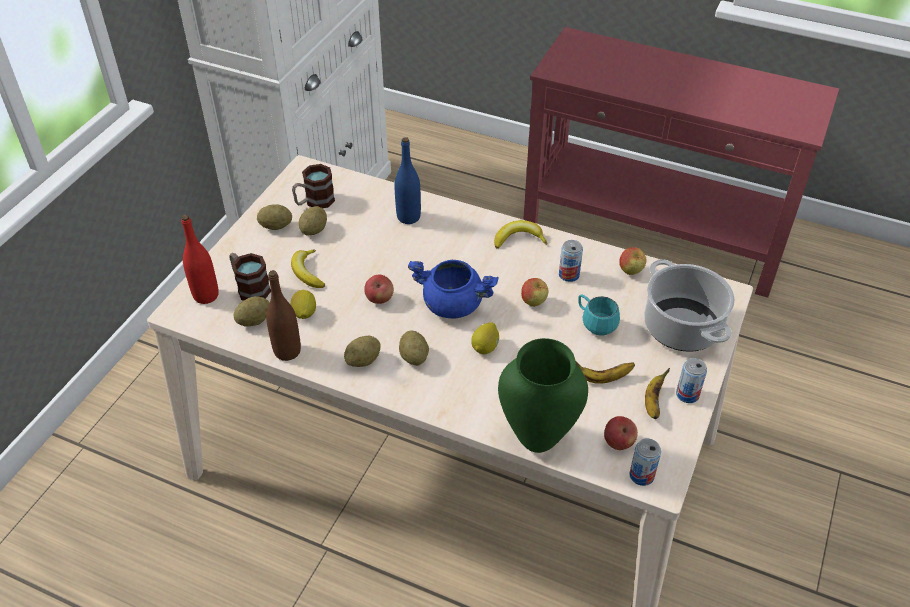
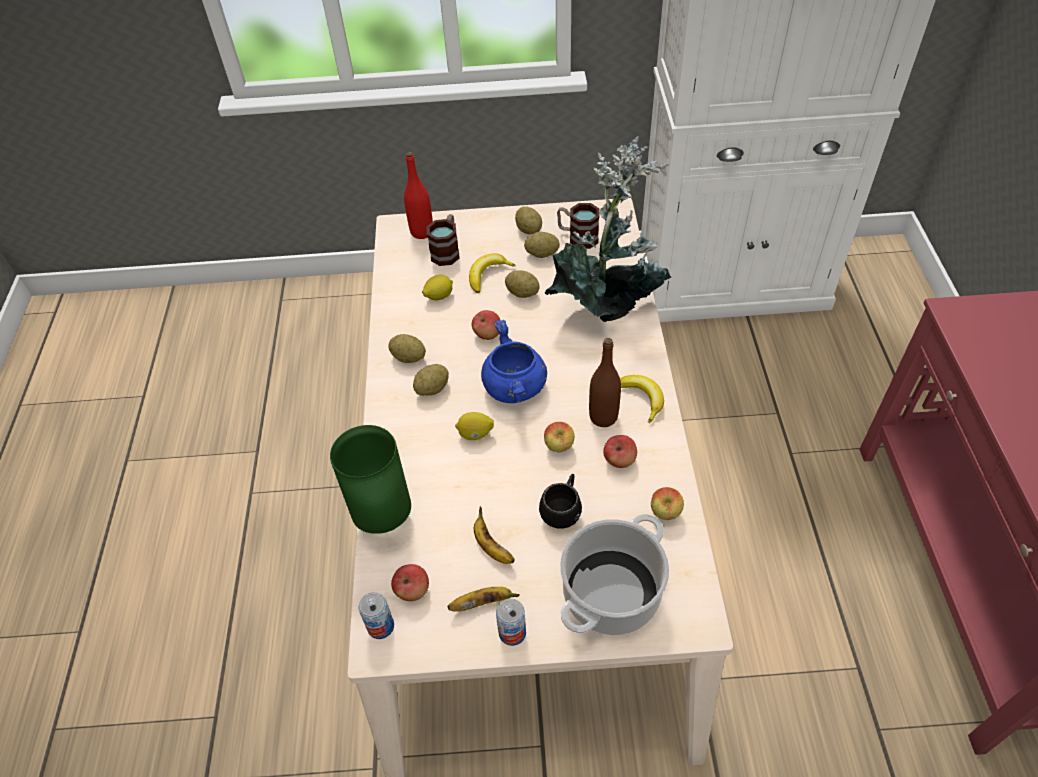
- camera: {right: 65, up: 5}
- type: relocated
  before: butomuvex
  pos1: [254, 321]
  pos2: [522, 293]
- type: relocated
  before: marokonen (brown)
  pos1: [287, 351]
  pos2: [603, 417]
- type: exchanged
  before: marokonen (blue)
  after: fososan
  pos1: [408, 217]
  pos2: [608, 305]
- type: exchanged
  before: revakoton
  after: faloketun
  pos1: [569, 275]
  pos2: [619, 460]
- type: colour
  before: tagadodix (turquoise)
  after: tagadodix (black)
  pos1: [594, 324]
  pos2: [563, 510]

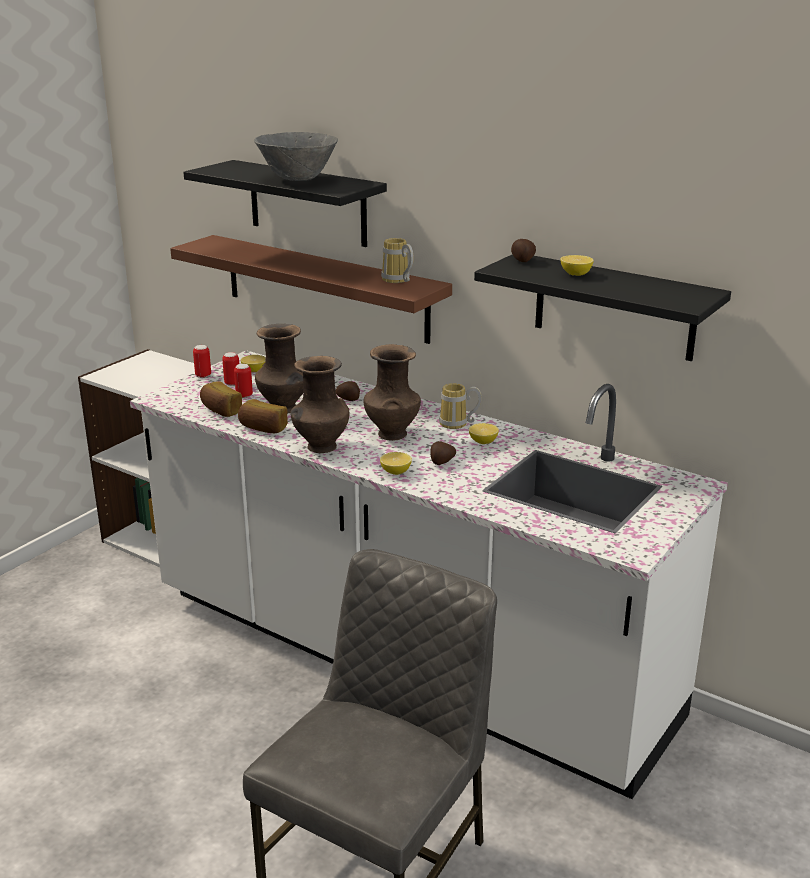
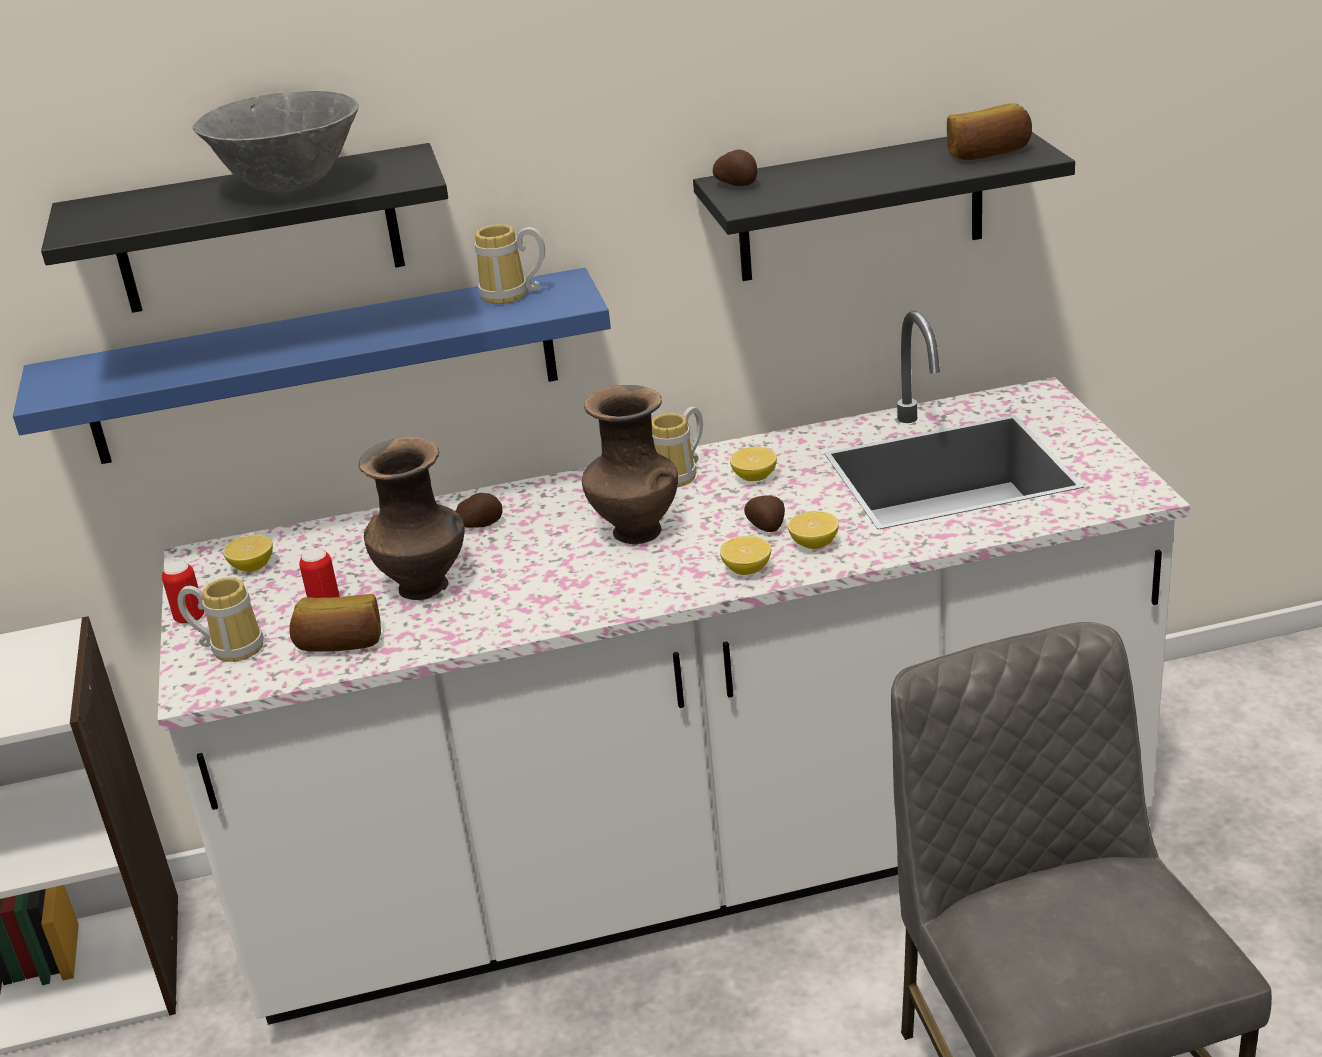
- camera: {right: -45, up: 5}
- type: colour
  before: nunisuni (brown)
  after: nunisuni (blue)
  pos1: [325, 288]
  pos2: [323, 368]
- type: missing
  before: revakoton
  pos1: [232, 383]
- type: relocated
  before: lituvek
  pos1: [263, 428]
  pos2: [989, 153]
- type: missing
  before: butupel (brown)
  pos1: [320, 447]
- type: relocated
  before: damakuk
  pos1: [575, 274]
  pos2: [814, 544]
- type: appeared
  after: tagadodix
  pos2: [232, 647]

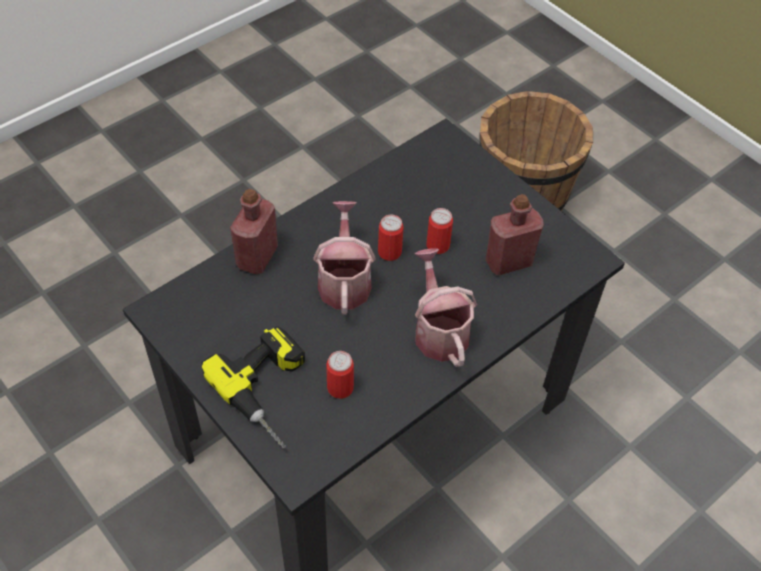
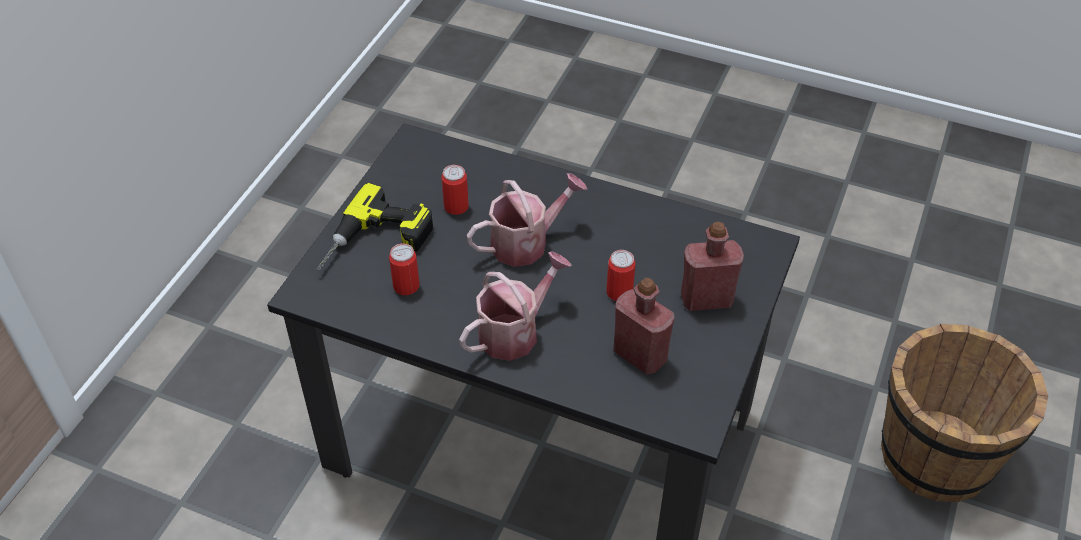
- camera: {right: 65, up: -5}
- type: relocated
  before: marokonen (red)
  pos1: [257, 257]
  pos2: [706, 299]
- type: relocated
  before: revakoton
  pos1: [389, 252]
  pos2: [456, 206]

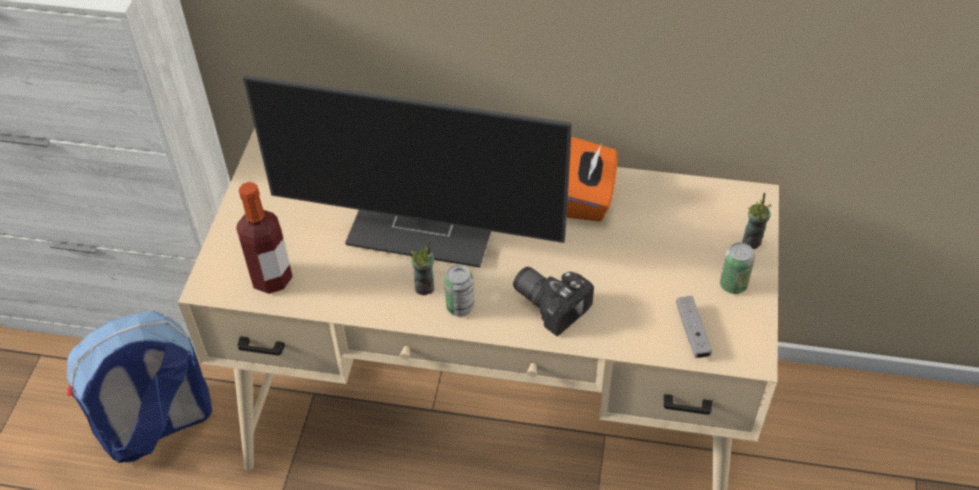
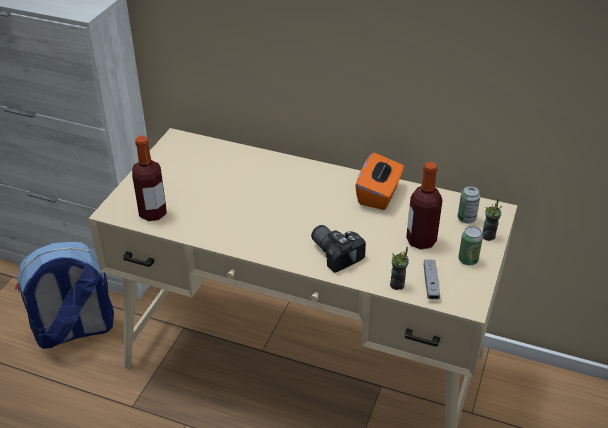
- camera: {right: 10, up: -10}
- type: missing
  before: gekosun
  pos1: [427, 226]
- type: relocated
  before: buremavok
  pos1: [425, 287]
  pos2: [397, 285]
- type: relocated
  before: revakoton
  pos1: [460, 307]
  pos2: [466, 219]
- type: appeared
  after: marokonen
  pos2: [421, 241]

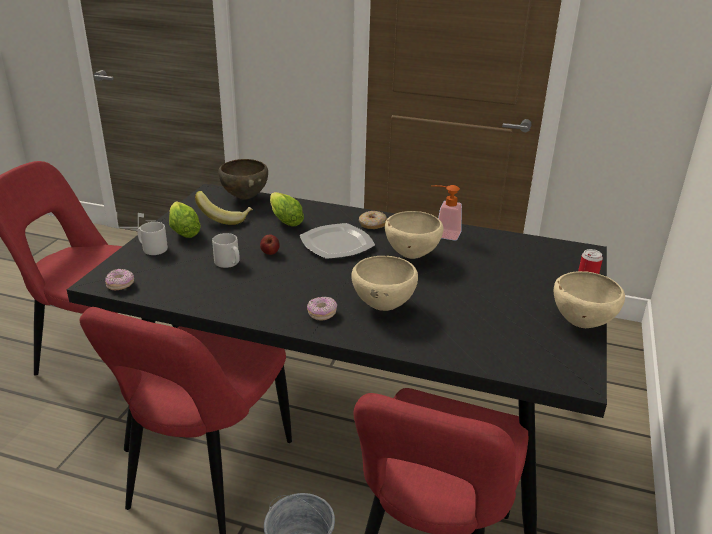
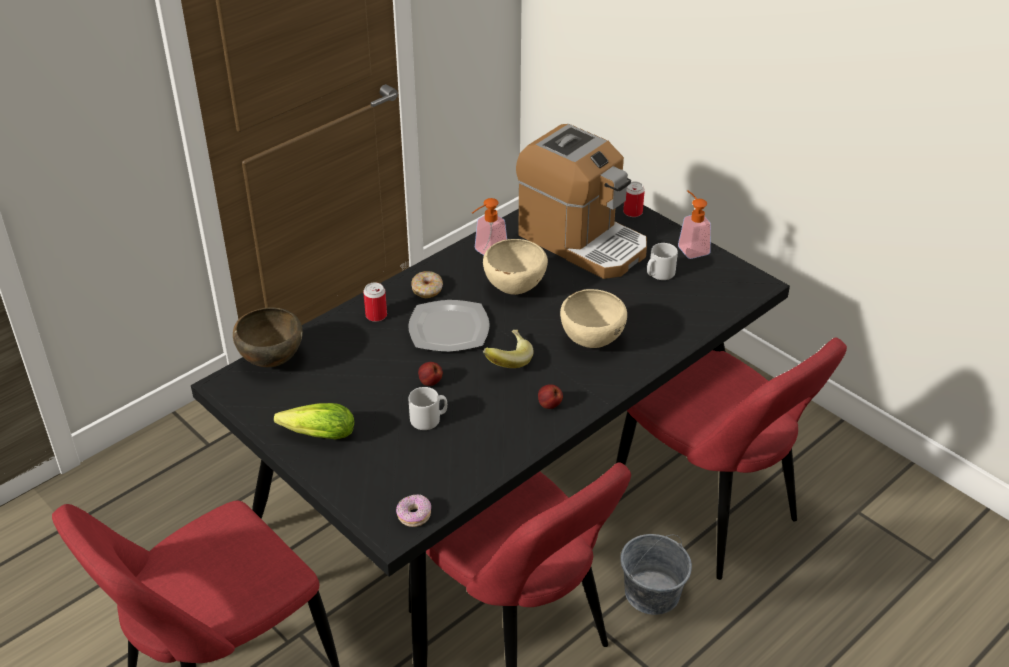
- camera: {right: -60, up: 10}
- type: relocated
  before: tagadodix (grey)
  pos1: [152, 249]
  pos2: [659, 274]
- type: relocated
  before: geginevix
  pos1: [225, 218]
  pos2: [506, 360]
- type: missing
  before: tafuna
  pos1: [284, 219]
- type: missing
  before: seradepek
  pos1: [322, 314]
- type: exchanged
  before: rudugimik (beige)
  after: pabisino
  pos1: [580, 324]
  pos2: [691, 247]
- type: appeared
  after: revakoton
  pos2: [376, 315]
- type: appeared
  after: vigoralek
  pos2: [582, 241]
- type: appeared
  after: faloketun
  pos2: [549, 405]

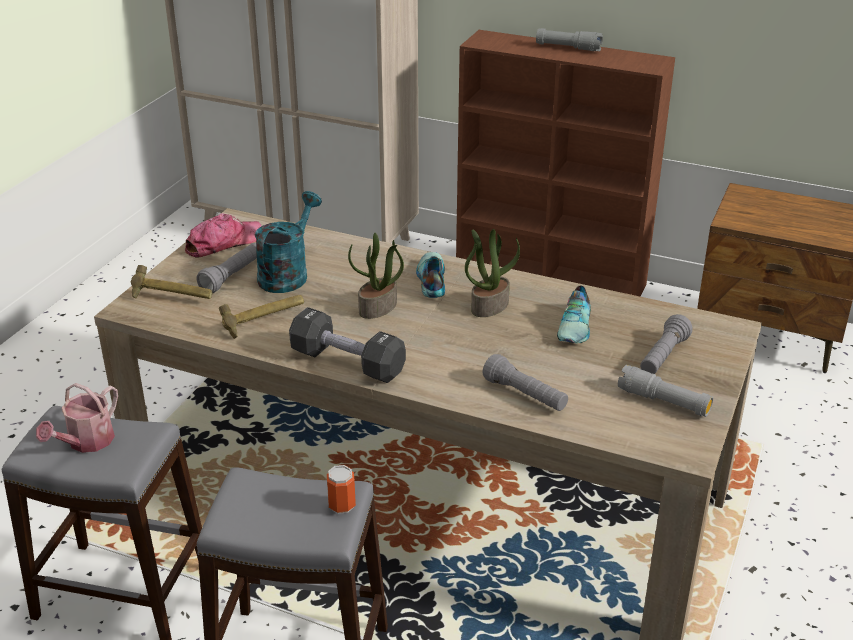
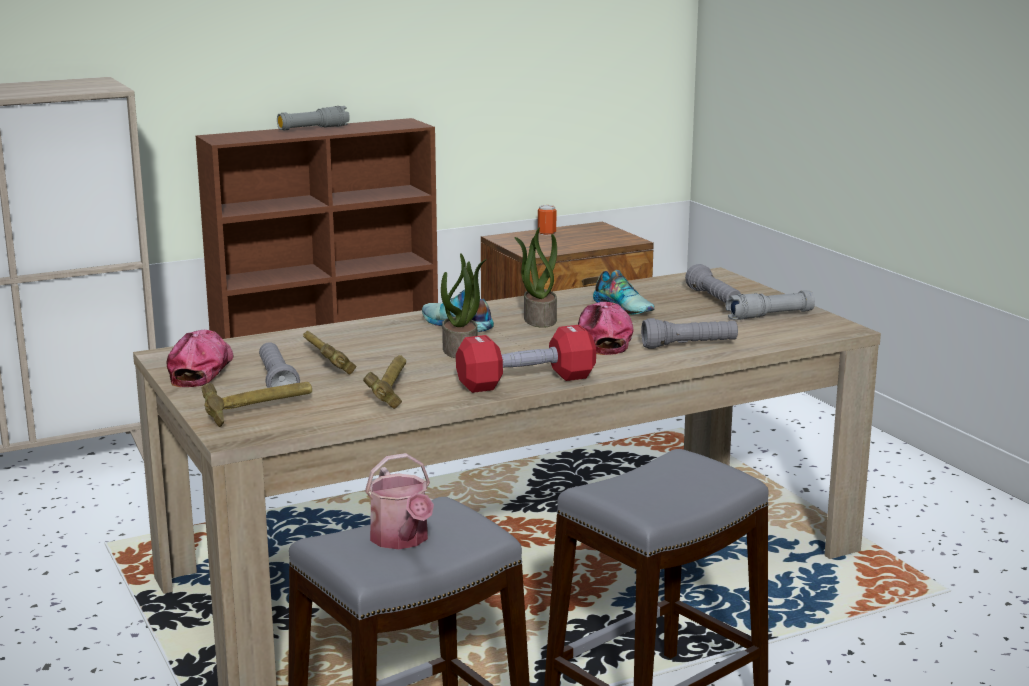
- camera: {right: -50, up: -15}
- type: exchanged
  before: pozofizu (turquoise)
  after: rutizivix
  pos1: [287, 274]
  pos2: [325, 363]
- type: colour
  before: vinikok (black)
  after: vinikok (red)
  pos1: [347, 362]
  pos2: [526, 382]
- type: relocated
  before: revakoton
  pos1: [342, 505]
  pos2: [546, 233]
- type: appeared
  after: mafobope
  pos2: [602, 339]

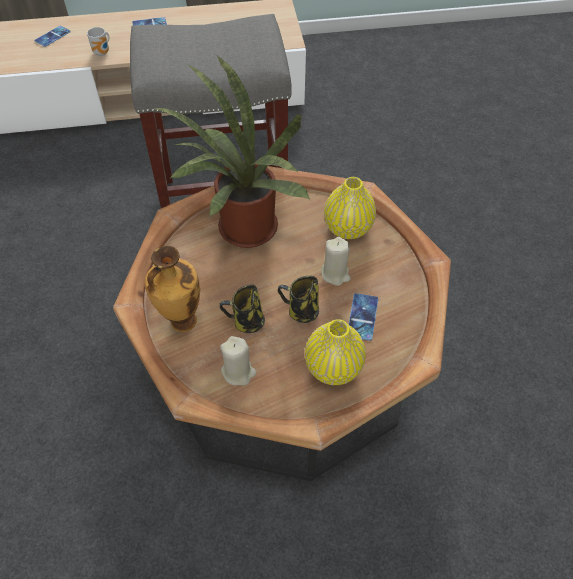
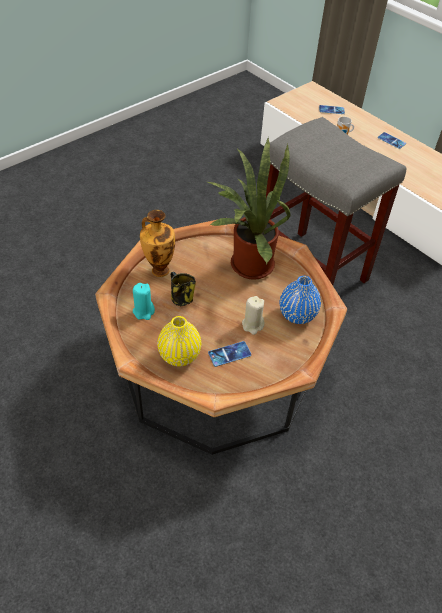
- camera: {right: 55, up: -5}
- type: colour
  before: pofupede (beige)
  after: pofupede (turquoise)
  pos1: [238, 372]
  pos2: [144, 311]
- type: missing
  before: tagadodix
  pos1: [301, 311]
- type: colour
  before: butupel (yellow)
  after: butupel (blue)
  pos1: [347, 228]
  pos2: [297, 314]

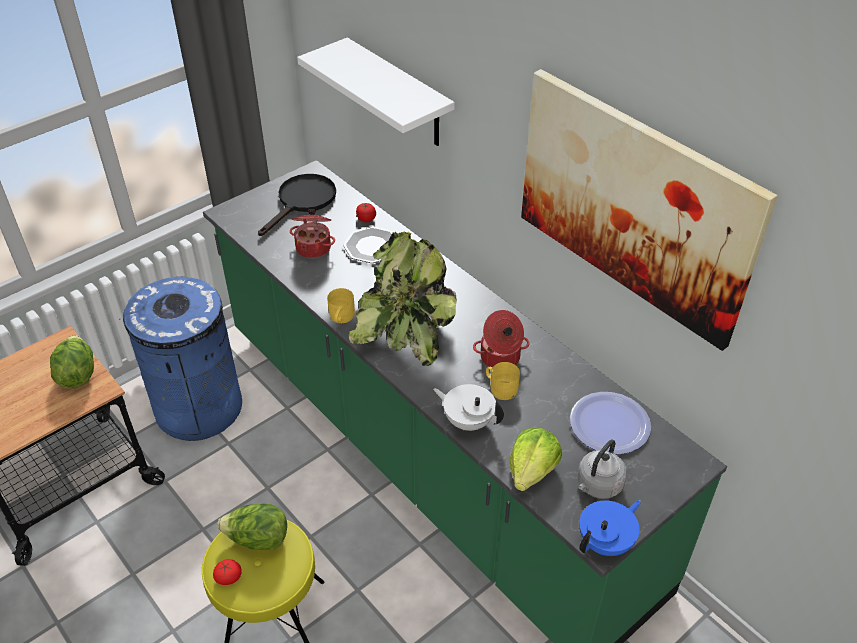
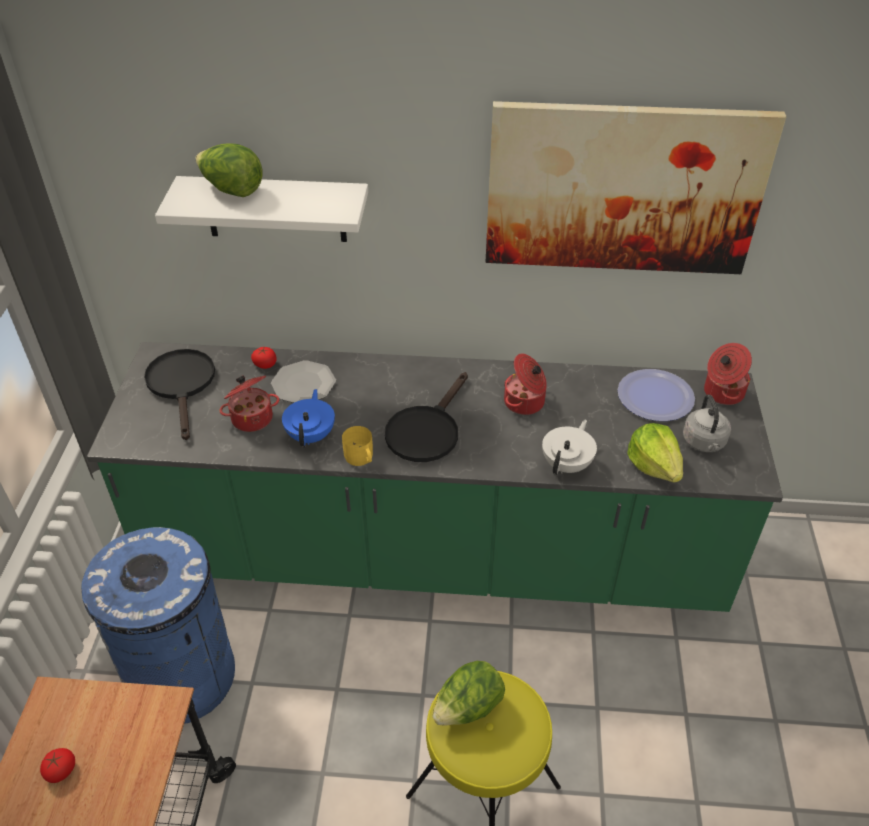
- camera: {right: -45, up: 0}
- type: relocated
  before: tafuna
  pos1: [77, 374]
  pos2: [232, 190]
- type: relocated
  before: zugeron
  pos1: [228, 577]
  pos2: [61, 770]
- type: exchanged
  before: fososan
  after: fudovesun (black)
  pos1: [406, 329]
  pos2: [426, 430]
- type: spun
  before: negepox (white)
  pos1: [468, 421]
  pos2: [567, 464]
  turn: 135
- type: missing
  before: tagadodix (yellow)
  pos1: [500, 388]
- type: relocated
  before: negepox (blue)
  pos1: [606, 542]
  pos2: [311, 435]
- type: appeared
  after: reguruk
  pos2: [722, 392]

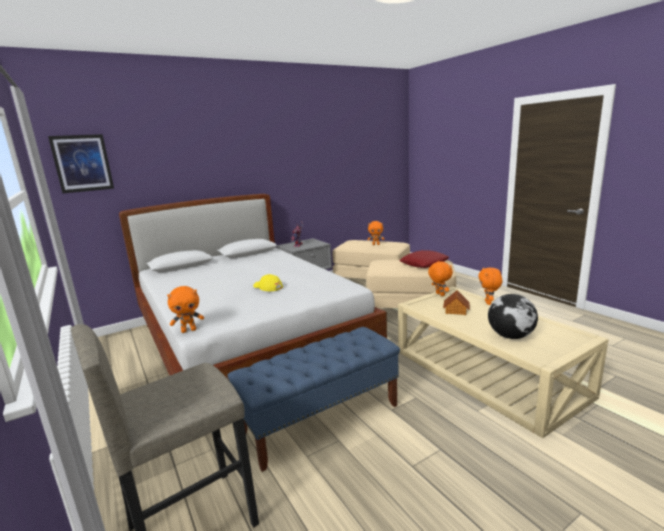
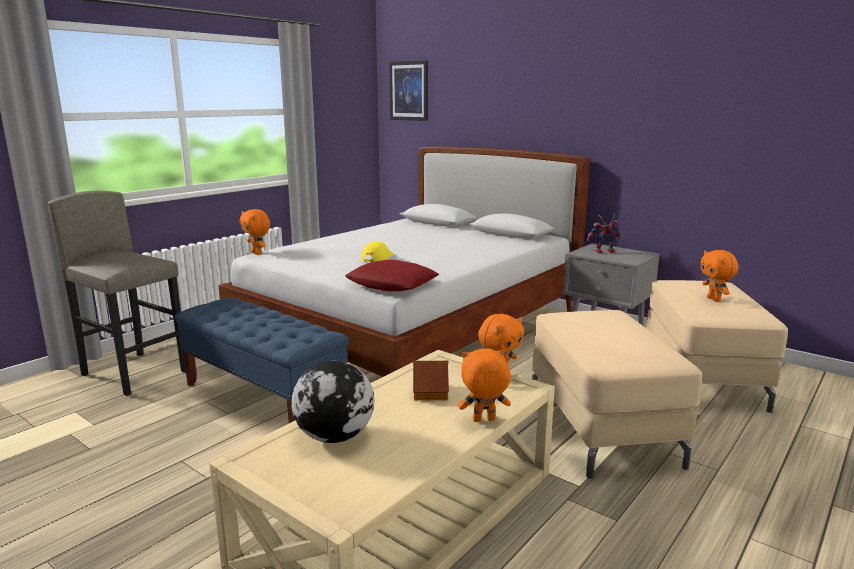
- camera: {right: 70, up: 0}
- type: relocated
  before: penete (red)
  pos1: [424, 263]
  pos2: [392, 284]

